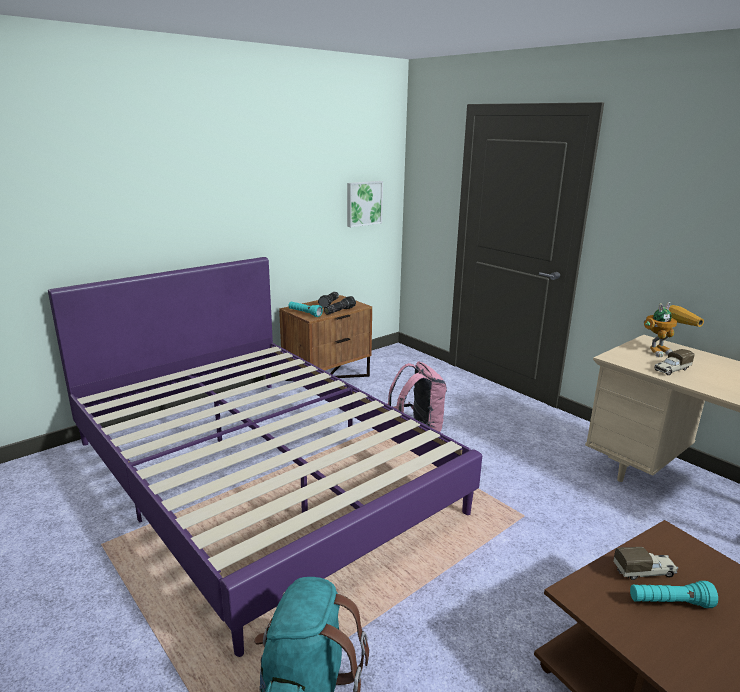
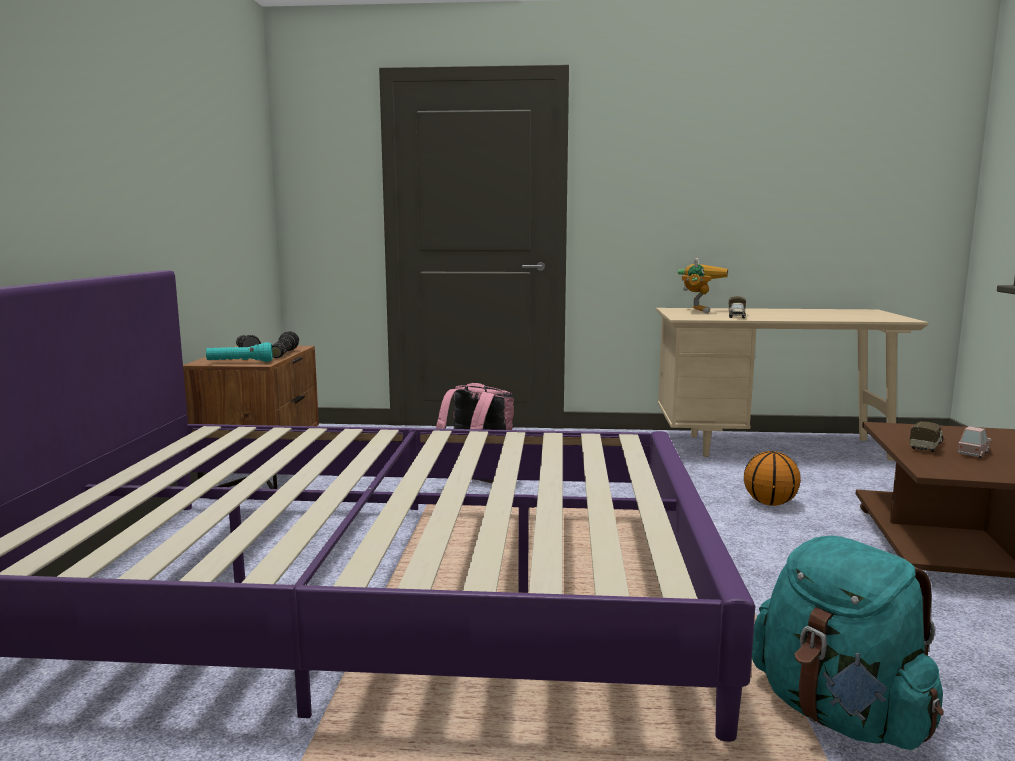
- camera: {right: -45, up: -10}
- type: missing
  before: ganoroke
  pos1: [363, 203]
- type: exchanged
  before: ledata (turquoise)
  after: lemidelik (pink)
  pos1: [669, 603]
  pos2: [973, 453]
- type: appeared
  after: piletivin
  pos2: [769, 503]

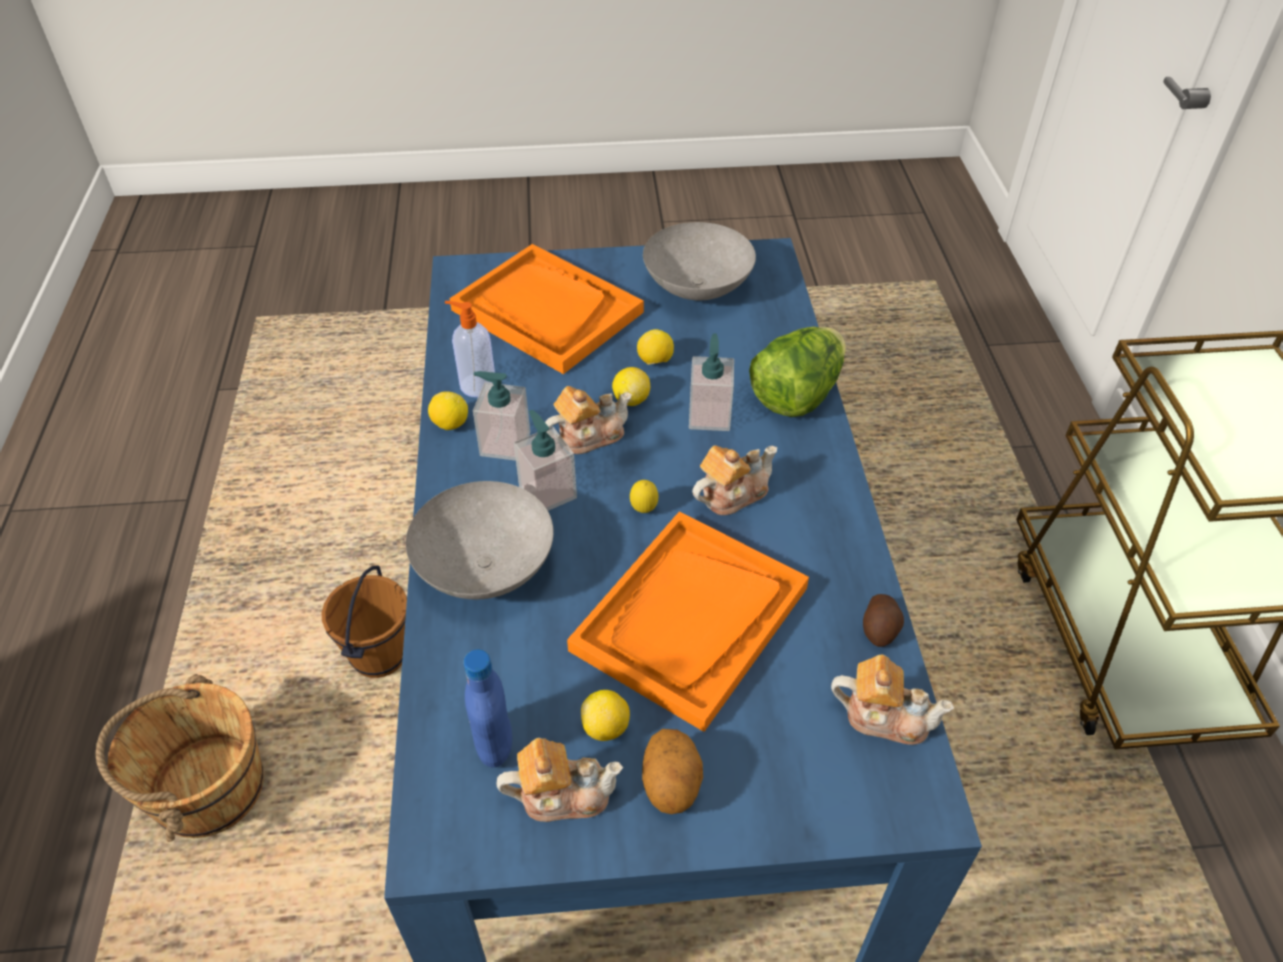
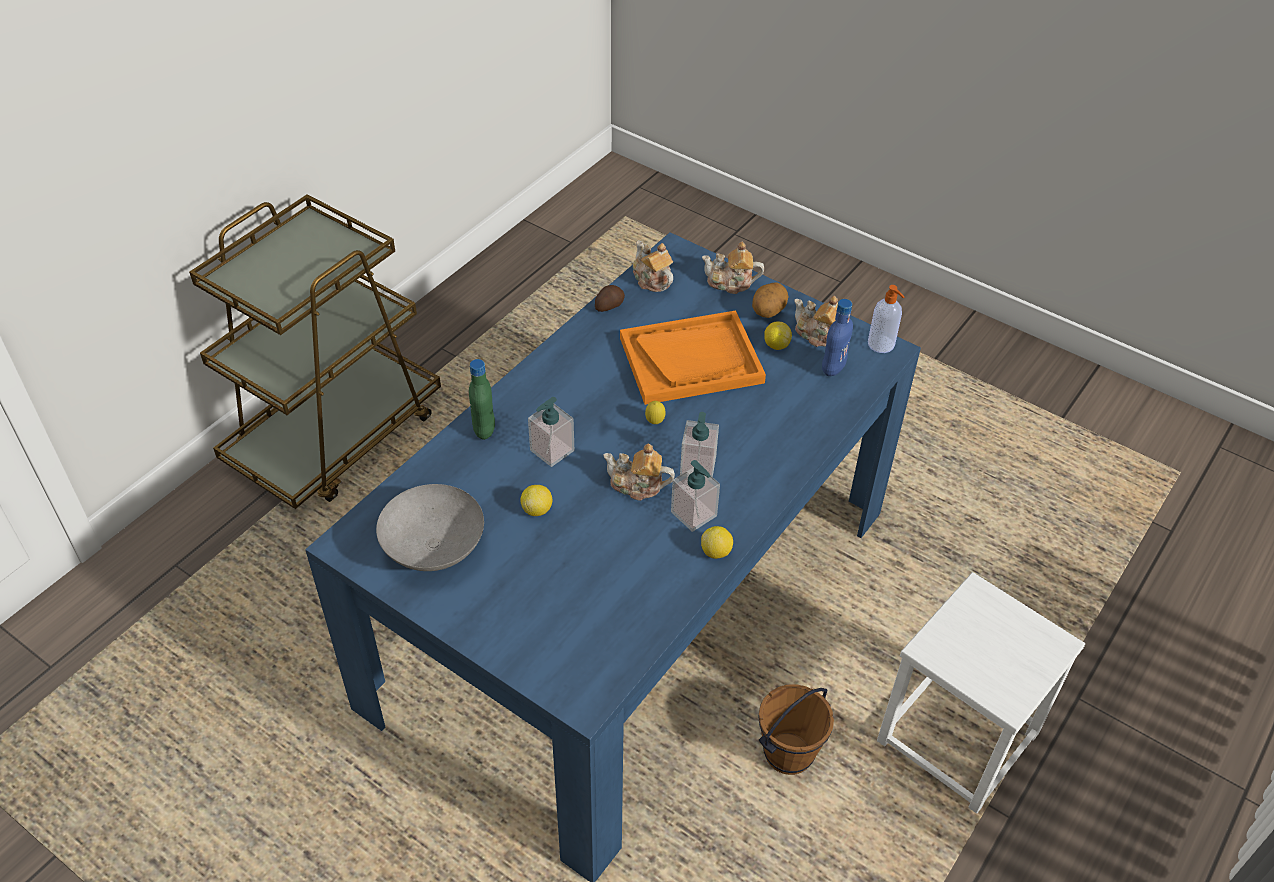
- camera: {right: -140, up: 0}
- type: exchanged
  before: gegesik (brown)
  after: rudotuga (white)
  pos1: [207, 788]
  pos2: [958, 739]
- type: missing
  before: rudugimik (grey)
  pos1: [486, 567]
- type: relocated
  before: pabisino
  pos1: [476, 385]
  pos2: [881, 345]
- type: missing
  before: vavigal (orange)
  pos1: [546, 311]
- type: missing
  before: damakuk
  pos1: [631, 399]
- type: relocated
  before: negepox
  pos1: [732, 494]
  pos2: [730, 283]
- type: exchanged
  before: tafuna
  after: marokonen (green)
  pos1: [797, 394]
  pos2: [484, 429]

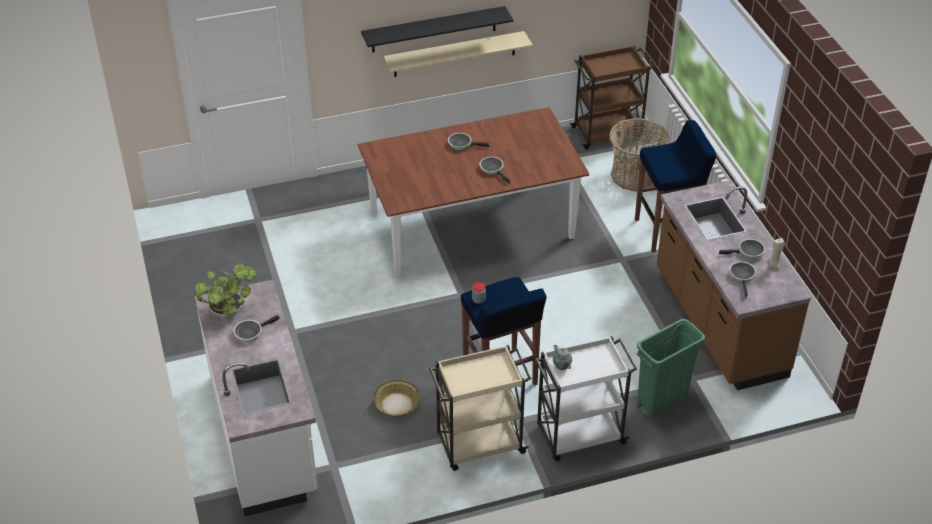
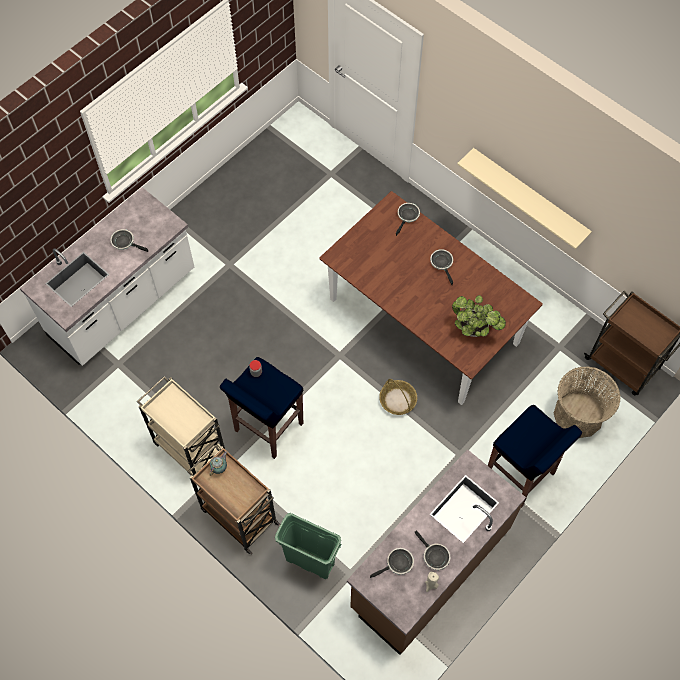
- camera: {right: 60, up: 20}
- type: relocated
  before: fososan
  pos1: [229, 311]
  pos2: [475, 329]
- type: missing
  before: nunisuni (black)
  pos1: [434, 29]
- type: relocated
  before: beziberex
  pos1: [396, 405]
  pos2: [397, 400]
- type: relocated
  before: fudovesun
  pos1: [493, 169]
  pos2: [407, 216]
- type: colour
  before: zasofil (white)
  after: zasofil (brown)
  pos1: [579, 435]
  pos2: [238, 515]

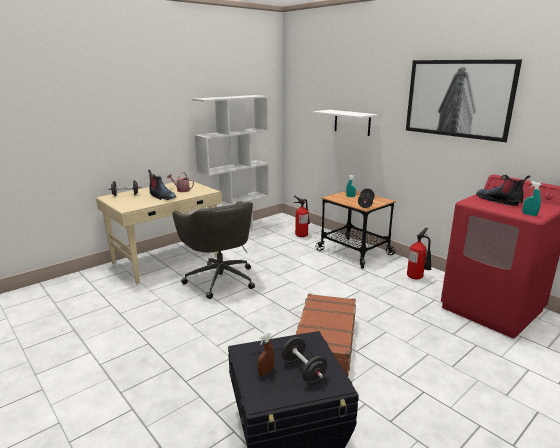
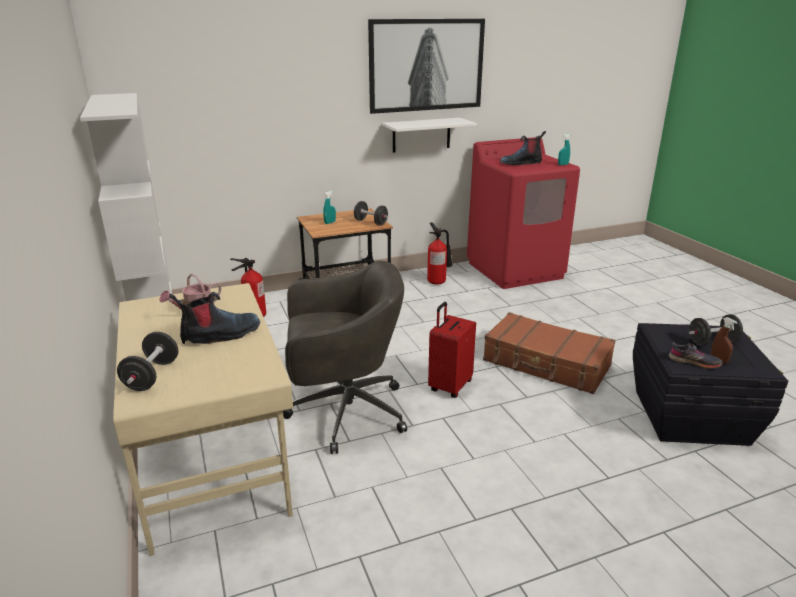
- camera: {right: -70, up: 5}
- type: relocated
  before: nunisuni (white)
  pos1: [352, 122]
  pos2: [421, 135]
- type: appeared
  after: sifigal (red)
  pos2: [449, 386]
- type: appeared
  after: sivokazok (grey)
  pos2: [694, 362]

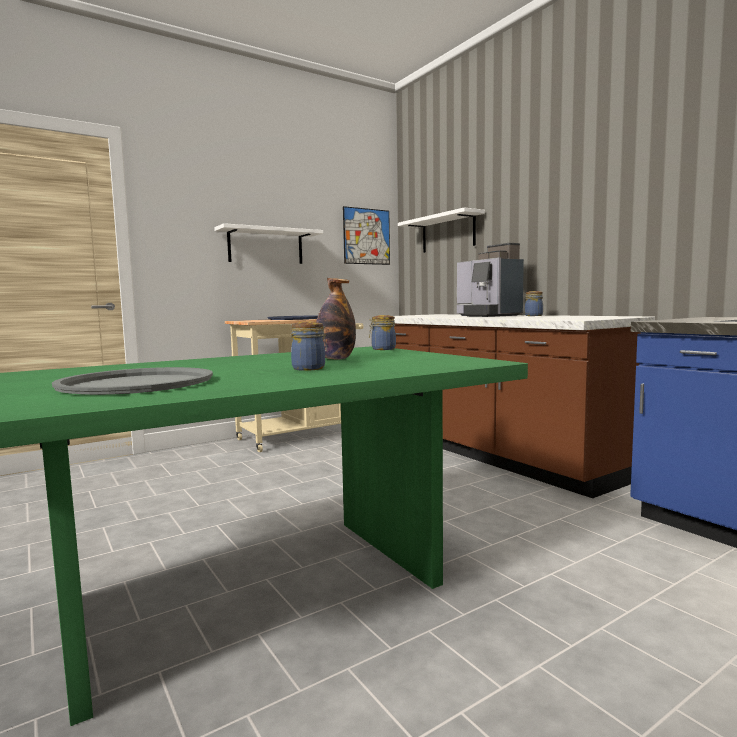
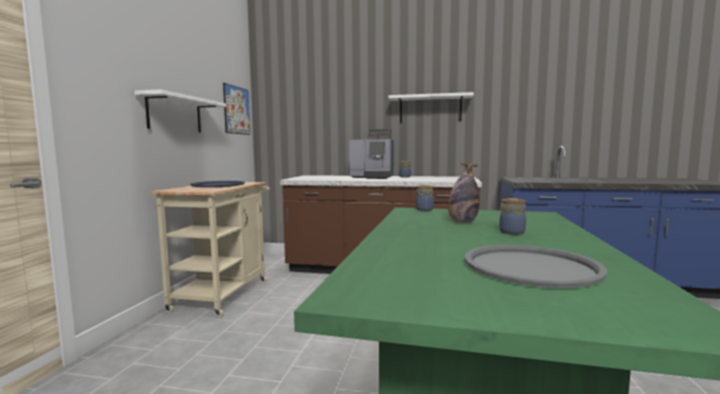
- camera: {right: -45, up: 0}
- type: relocated
  before: nunisuni (white)
  pos1: [448, 233]
  pos2: [430, 109]

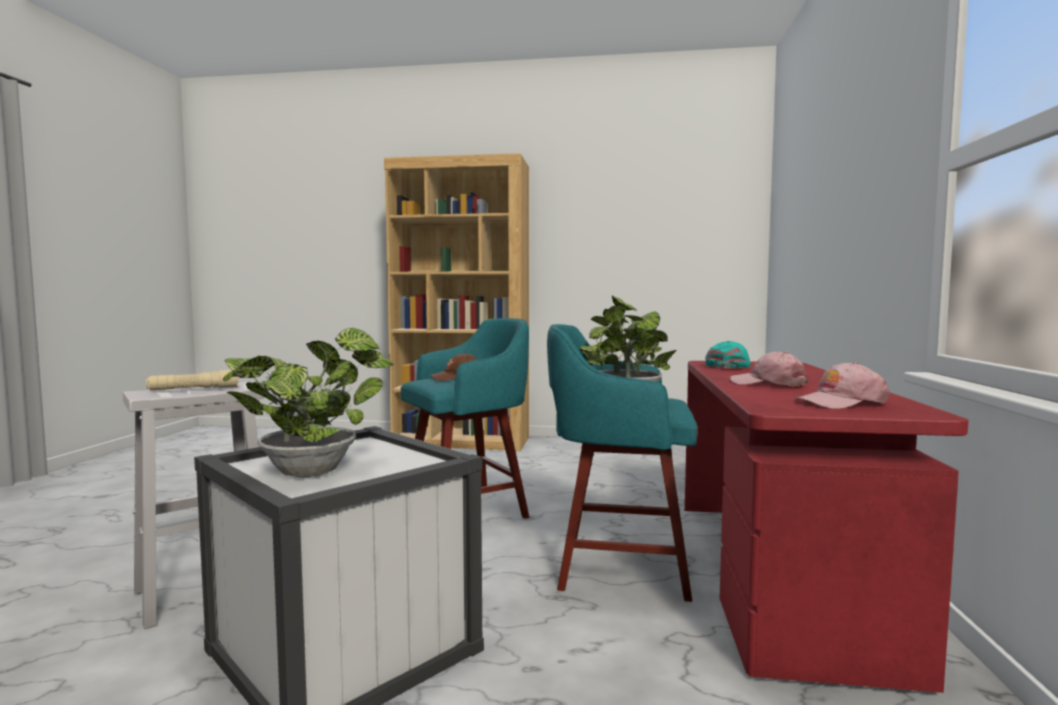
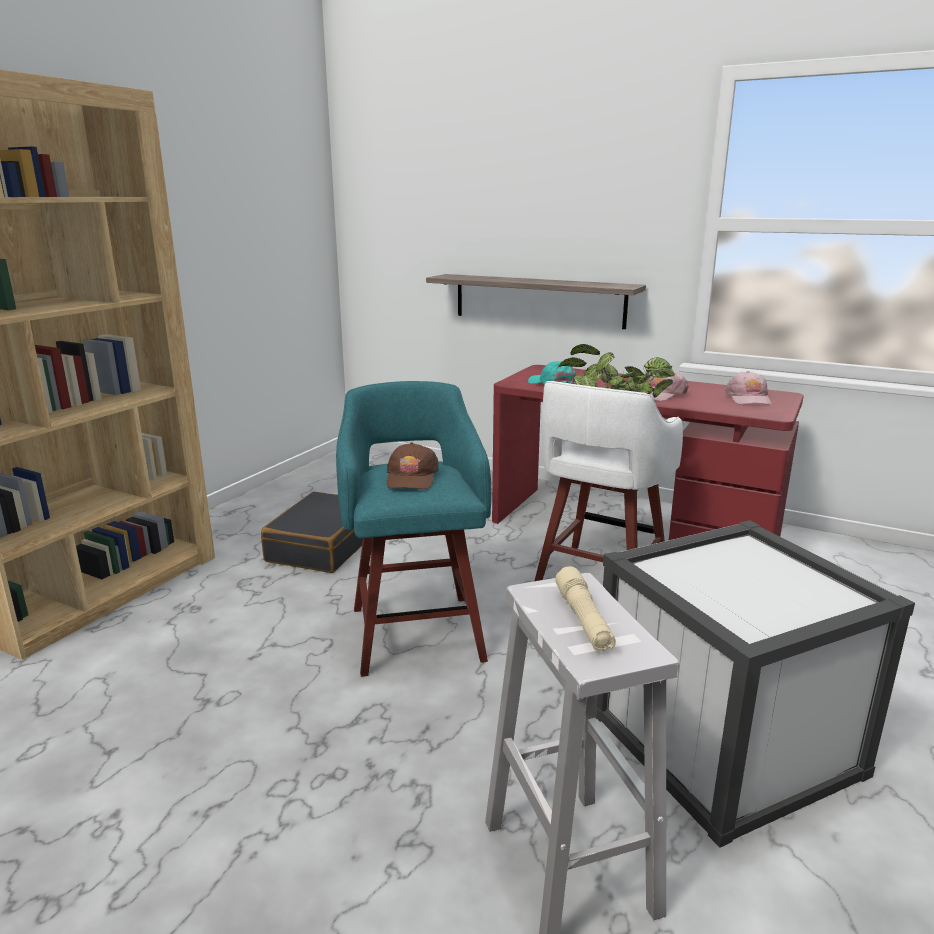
- camera: {right: -70, up: 15}
- type: missing
  before: fososan
  pos1: [316, 470]
- type: colour
  before: rudotuga (turquoise)
  after: rudotuga (white)
  pos1: [618, 566]
  pos2: [599, 580]
- type: appeared
  after: sifigal (black)
  pos2: [322, 546]
- type: appeared
  after: nunisuni
  pos2: [538, 300]

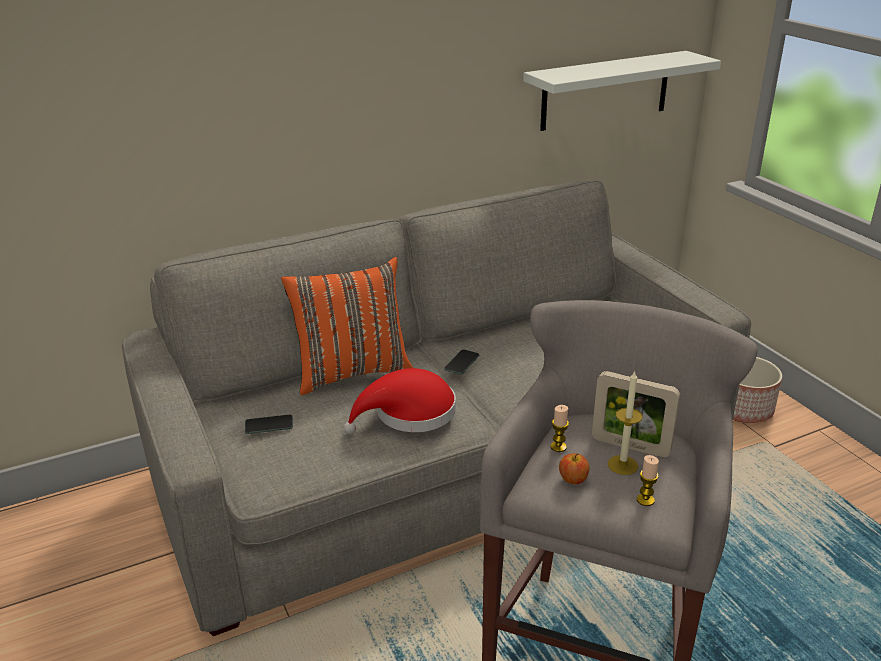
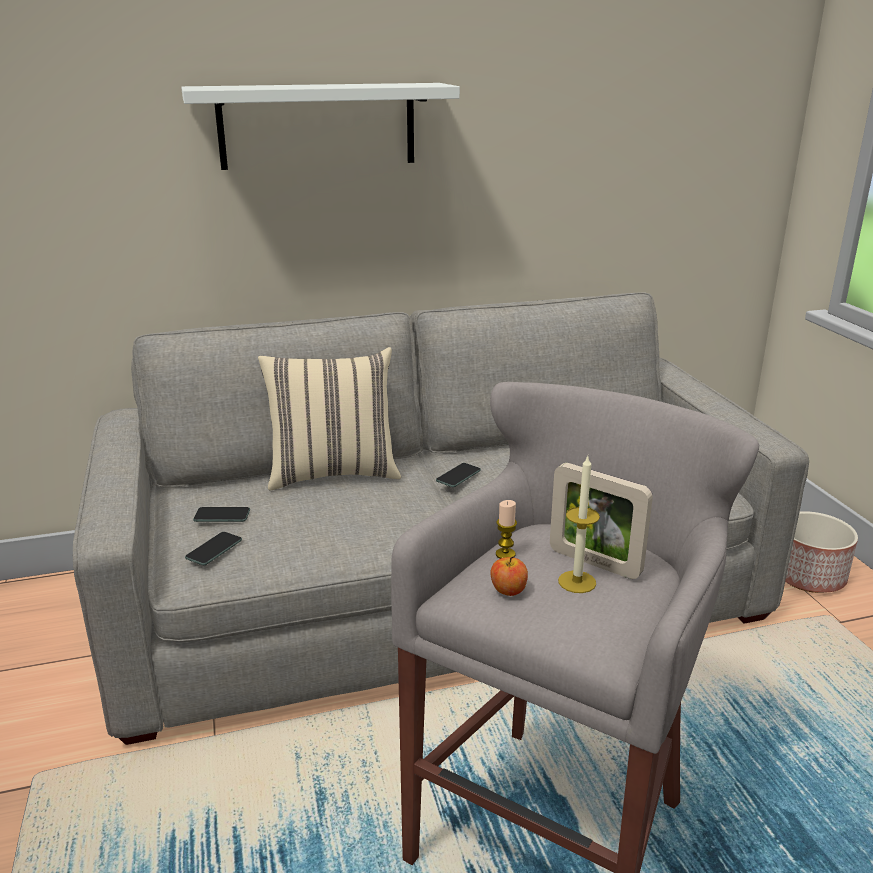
- camera: {right: 10, up: -5}
- type: colour
  before: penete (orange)
  after: penete (beige)
  pos1: [352, 372]
  pos2: [333, 473]
- type: missing
  before: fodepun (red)
  pos1: [409, 414]
- type: relocated
  before: nunisuni (white)
  pos1: [605, 90]
  pos2: [317, 126]
- type: missing
  before: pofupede
  pos1: [645, 500]
- type: appeared
  after: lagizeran
  pos2: [214, 549]

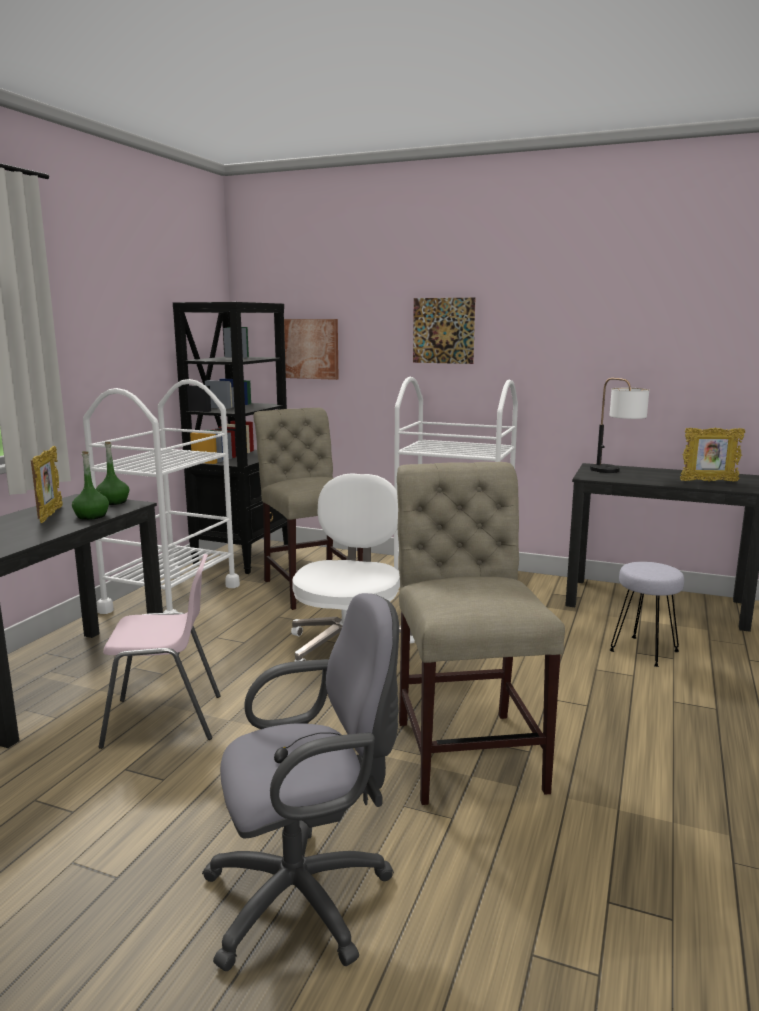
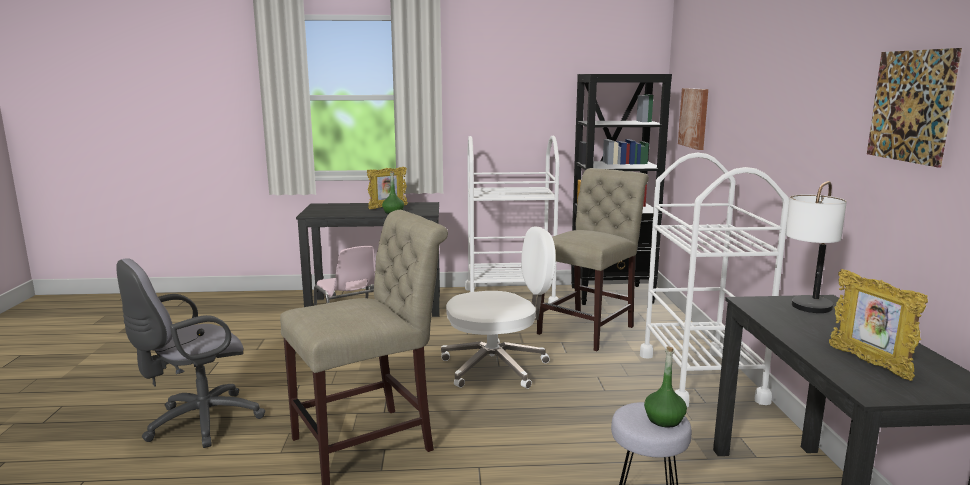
- camera: {right: 65, up: 0}
- type: relocated
  before: marokonen (green)
  pos1: [113, 502]
  pos2: [664, 419]
- type: spun
  before: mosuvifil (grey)
  pos1: [308, 897]
  pos2: [198, 423]
  turn: 90
- type: relocated
  before: ganoroke
  pos1: [443, 330]
  pos2: [910, 106]

